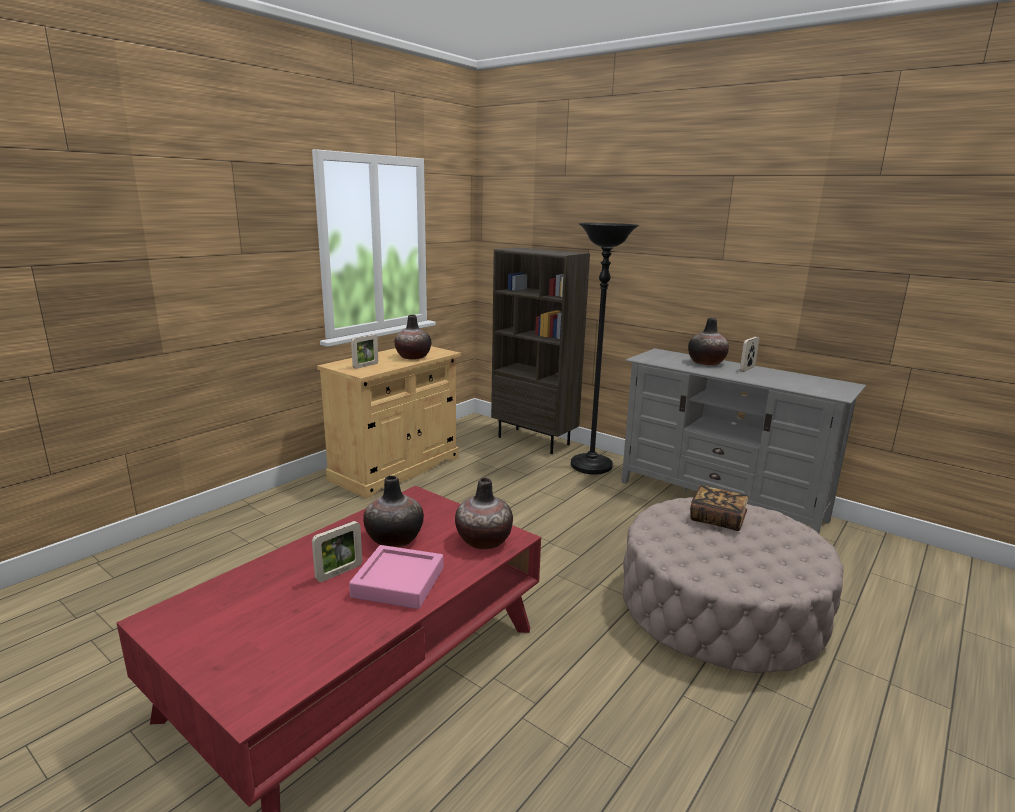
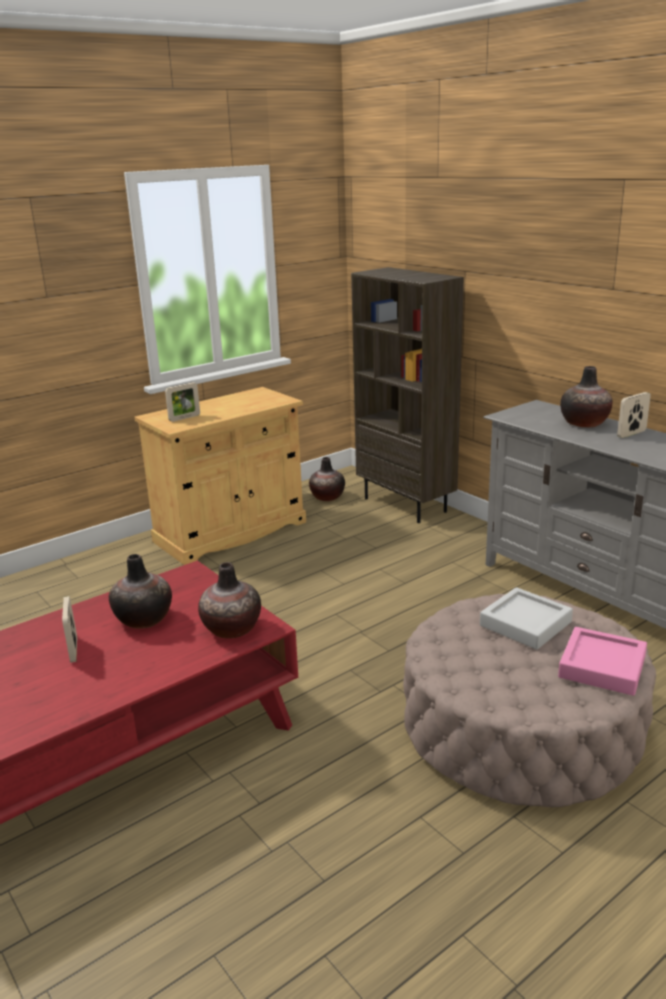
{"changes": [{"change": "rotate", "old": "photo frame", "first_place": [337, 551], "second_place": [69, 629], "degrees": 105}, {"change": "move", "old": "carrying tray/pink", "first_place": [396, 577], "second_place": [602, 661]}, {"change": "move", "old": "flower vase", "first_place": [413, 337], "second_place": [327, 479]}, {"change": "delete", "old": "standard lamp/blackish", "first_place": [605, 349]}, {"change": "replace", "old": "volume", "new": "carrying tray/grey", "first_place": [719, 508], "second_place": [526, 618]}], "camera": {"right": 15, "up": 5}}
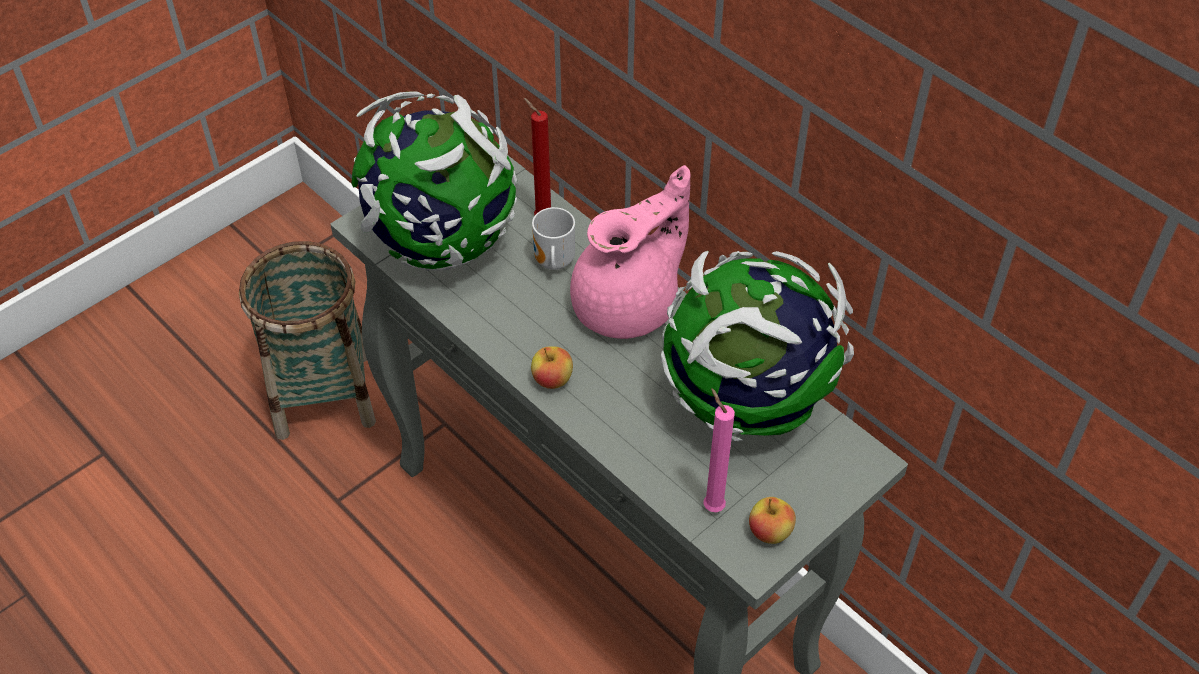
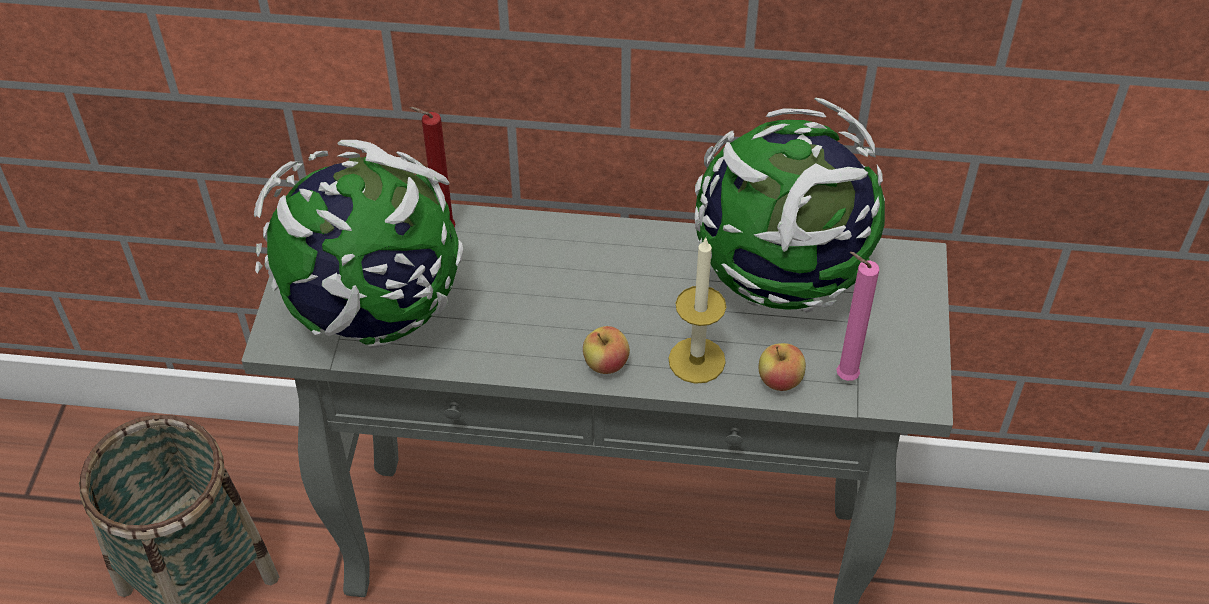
{"changes": [{"change": "delete", "old": "tea mug", "first_place": [553, 238]}, {"change": "delete", "old": "teapot/pink", "first_place": [630, 252]}, {"change": "move", "old": "whole apple", "first_place": [772, 520], "second_place": [782, 367]}, {"change": "insert", "new": "candle", "second_place": [697, 311]}], "camera": {"right": -40, "up": 0}}
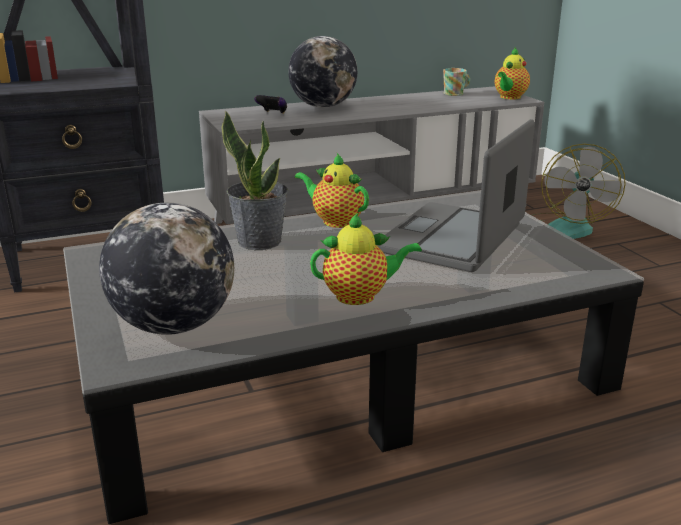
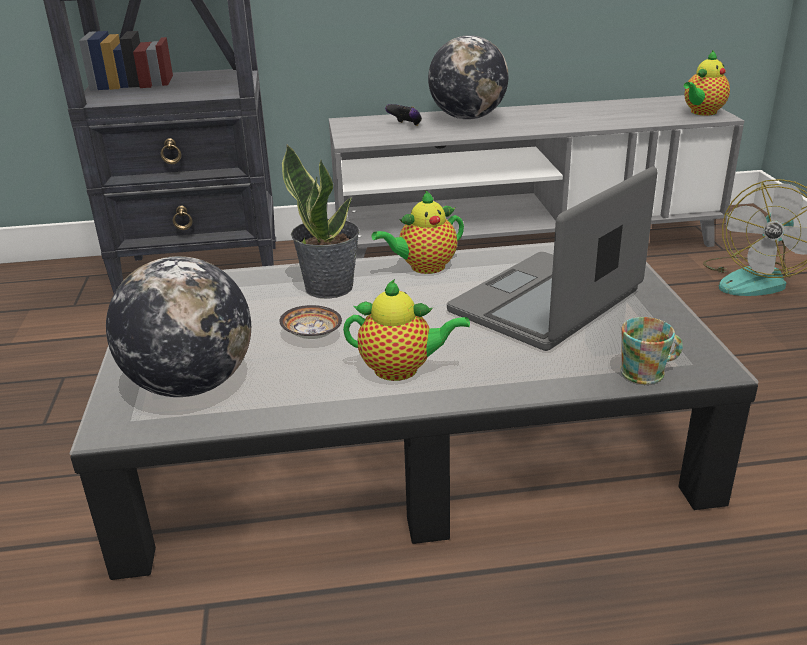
{"changes": [{"change": "rotate", "old": "teapot", "first_place": [332, 190], "second_place": [418, 232], "degrees": -75}, {"change": "move", "old": "tea mug", "first_place": [456, 82], "second_place": [651, 350]}, {"change": "insert", "new": "deep dish", "second_place": [311, 322]}], "camera": {"right": 15, "up": 5}}
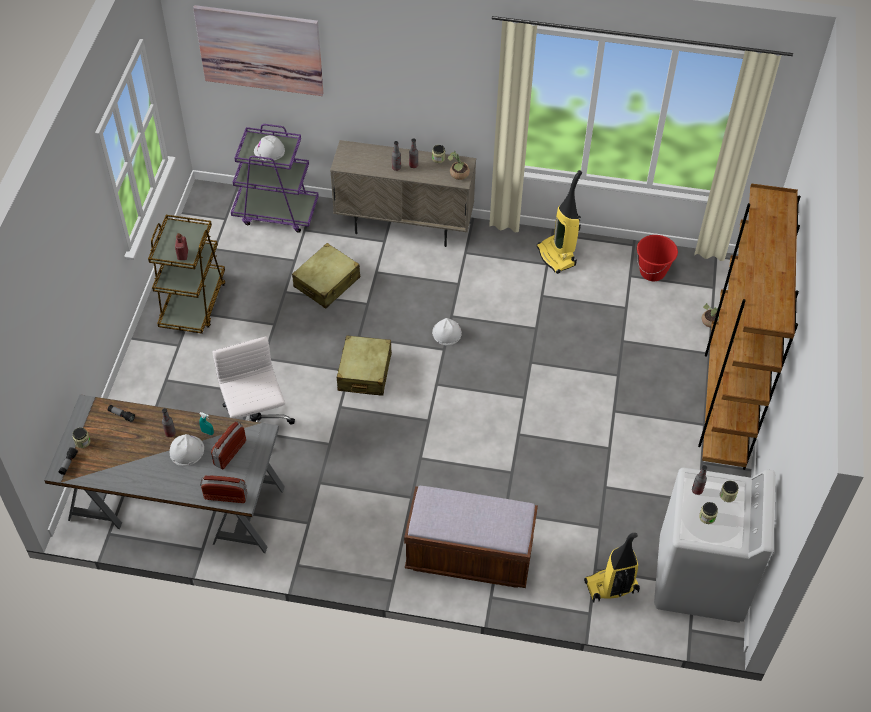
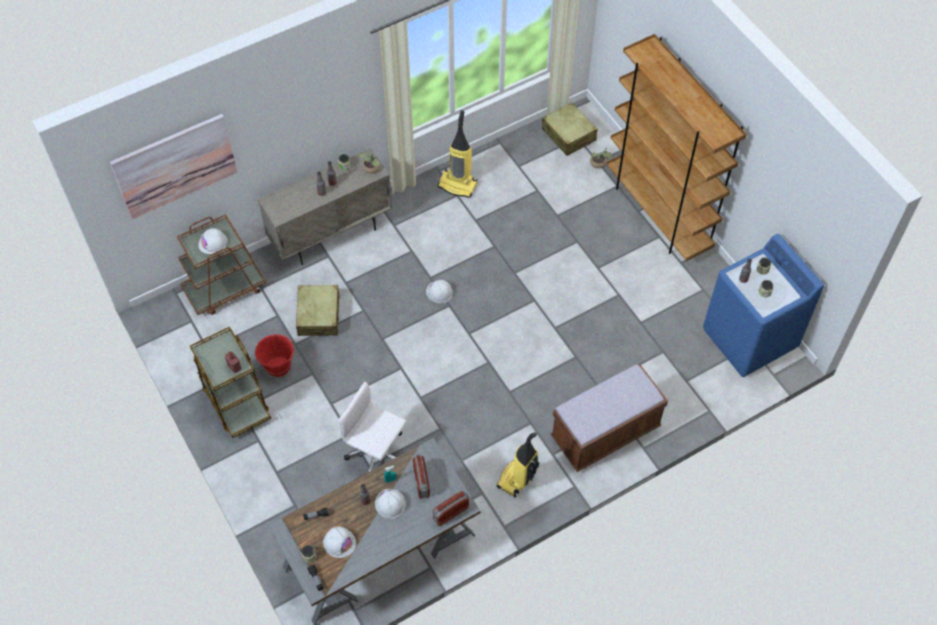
{"changes": [{"change": "recolor", "old": "wheeled cart/purplish", "new": "wheeled cart/brown-coloured", "first_place": [275, 178], "second_place": [221, 264]}, {"change": "move", "old": "piece of luggage/beige", "first_place": [364, 365], "second_place": [569, 129]}, {"change": "move", "old": "hoover", "first_place": [612, 568], "second_place": [518, 465]}, {"change": "move", "old": "bucket/red", "first_place": [657, 258], "second_place": [274, 355]}, {"change": "recolor", "old": "laundry appliance/white", "new": "laundry appliance/blue-coloured", "first_place": [715, 545], "second_place": [763, 305]}, {"change": "insert", "new": "safety helmet/white", "second_place": [339, 542]}], "camera": {"right": -40, "up": 5}}
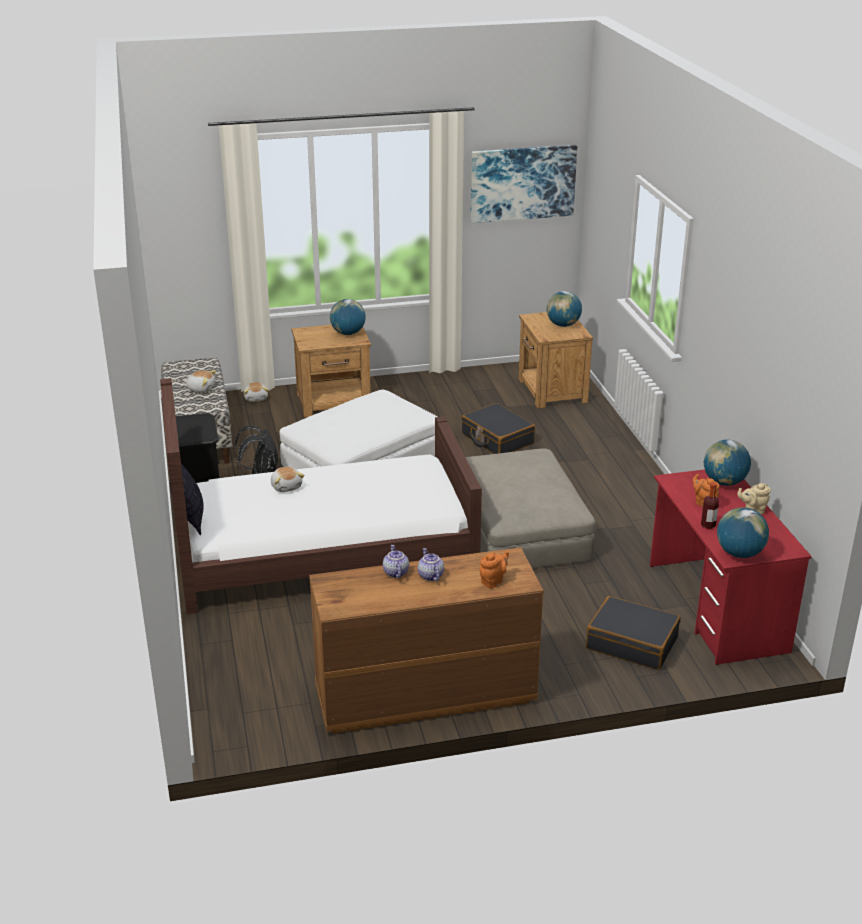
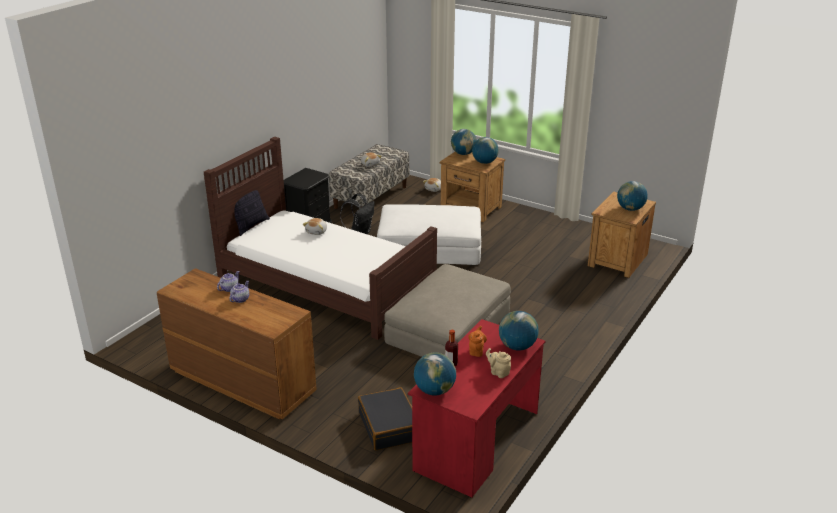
{"changes": [{"change": "delete", "old": "piece of luggage/blackish", "first_place": [498, 428]}, {"change": "delete", "old": "wall art", "first_place": [523, 184]}, {"change": "delete", "old": "teapot/orange", "first_place": [494, 569]}, {"change": "insert", "new": "world globe", "second_place": [464, 142]}], "camera": {"right": 45, "up": 0}}
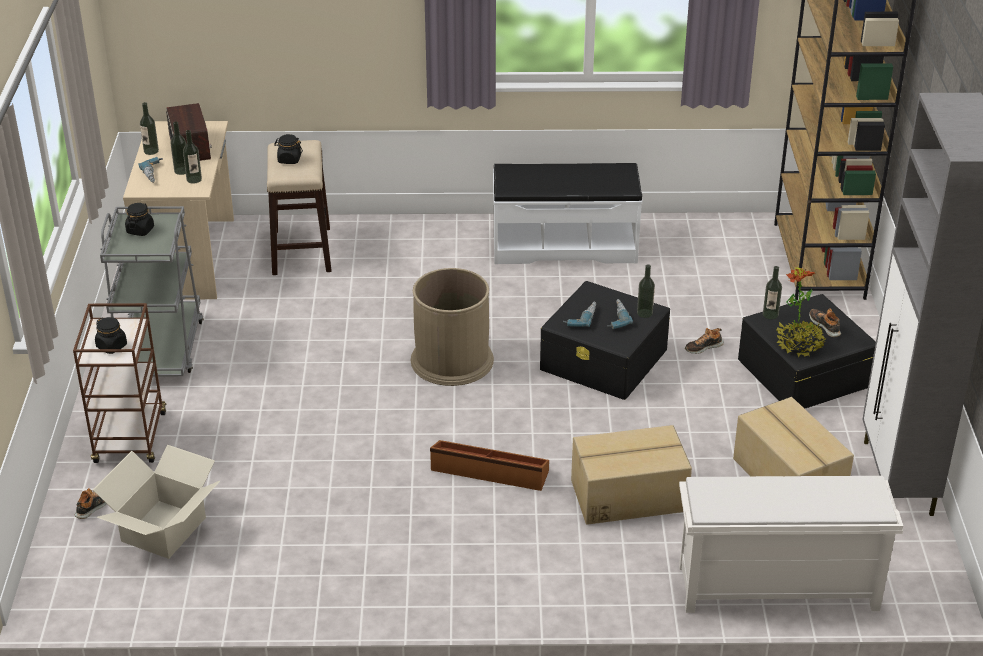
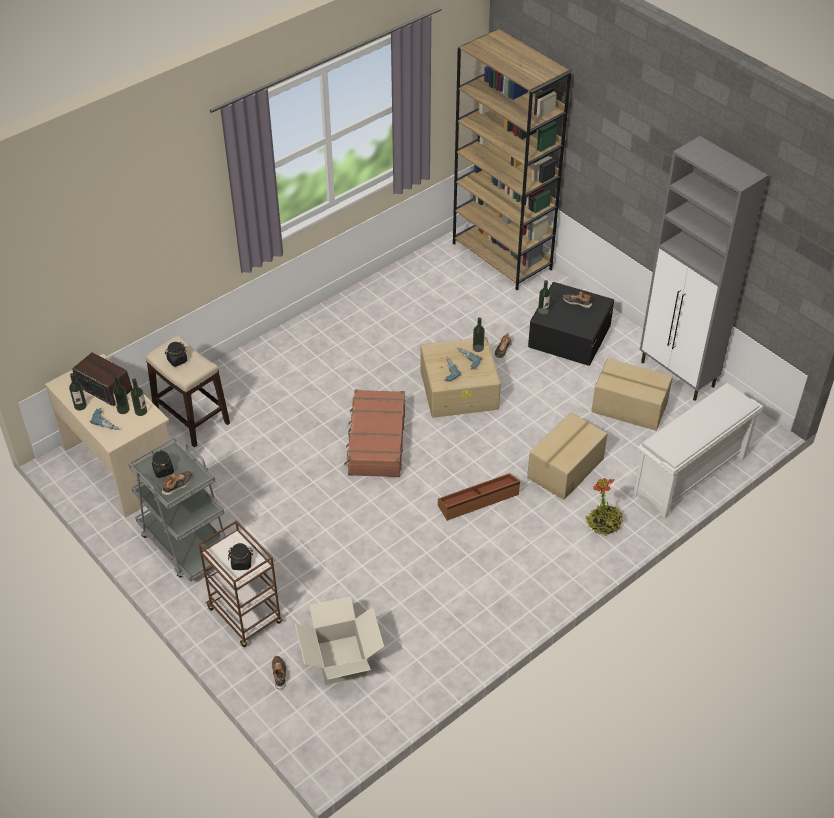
{"changes": [{"change": "replace", "old": "rubbish bin/brown-coloured", "new": "piece of luggage/brown-coloured", "first_place": [452, 327], "second_place": [374, 433]}, {"change": "delete", "old": "long seat/white", "first_place": [567, 213]}, {"change": "recolor", "old": "storage bin/blackish", "new": "storage bin/beige", "first_place": [605, 340], "second_place": [461, 377]}, {"change": "move", "old": "plant in a pot", "first_place": [801, 312], "second_place": [604, 507]}, {"change": "insert", "new": "item of footwear", "second_place": [176, 483]}], "camera": {"right": -40, "up": 10}}
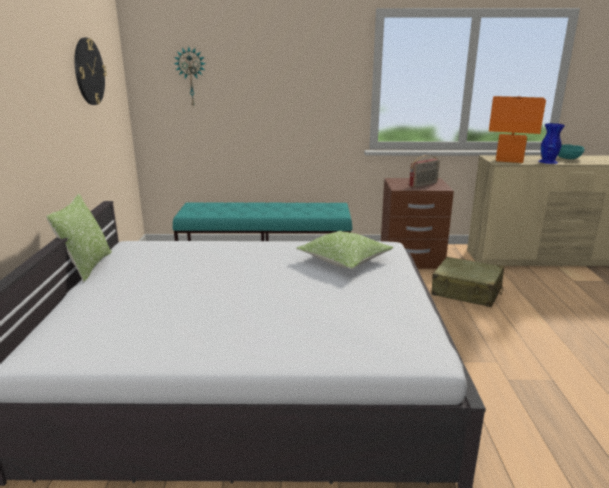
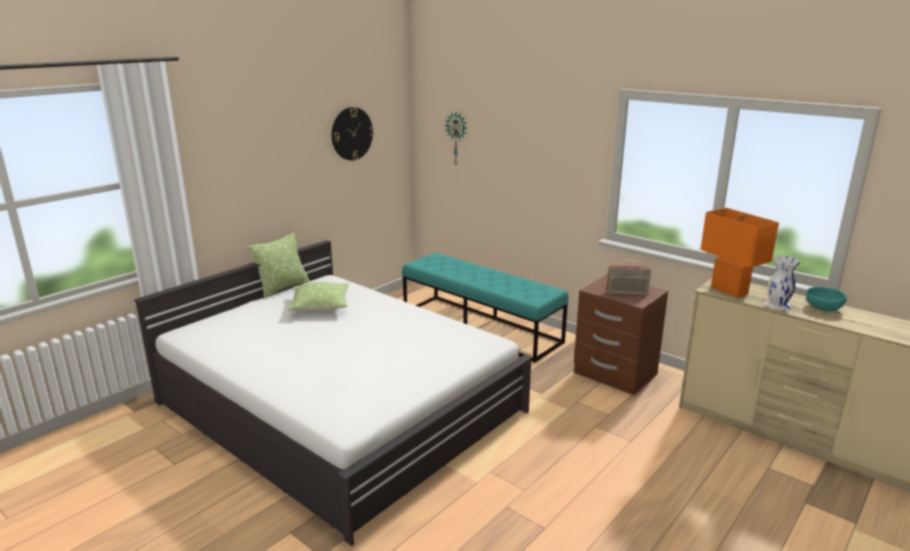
{"changes": [{"change": "move", "old": "pillow", "first_place": [345, 250], "second_place": [318, 297]}, {"change": "delete", "old": "piece of luggage/beige", "first_place": [467, 282]}, {"change": "recolor", "old": "flower vase/blue-coloured", "new": "flower vase/white", "first_place": [552, 143], "second_place": [782, 283]}], "camera": {"right": 40, "up": 0}}
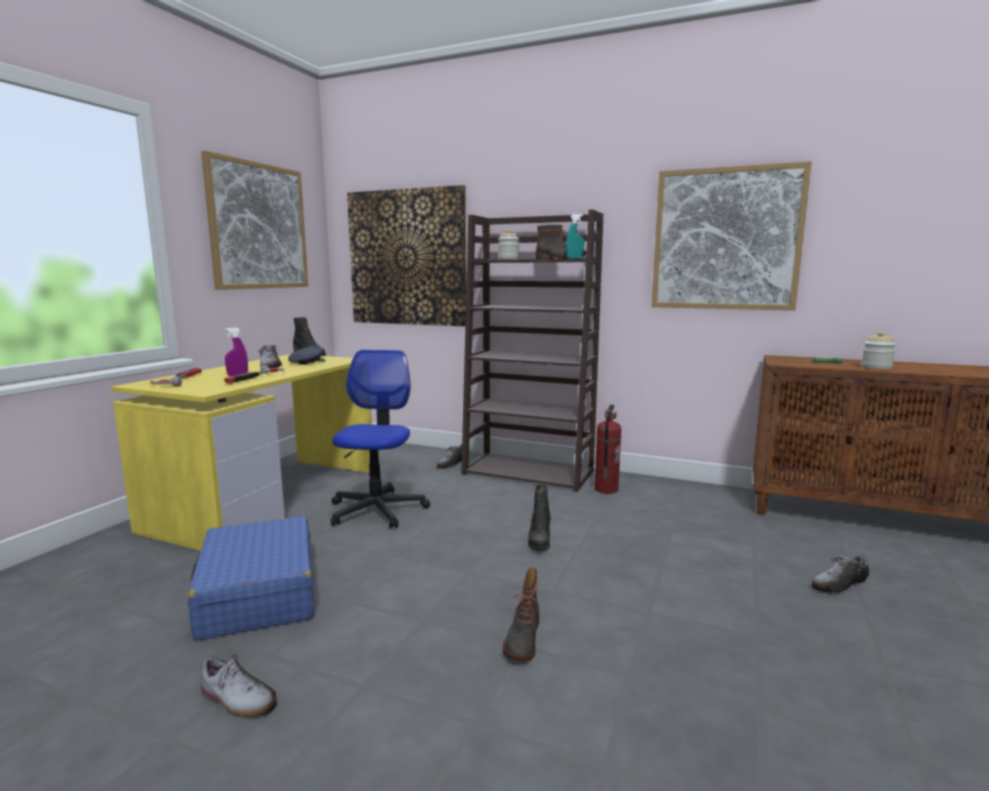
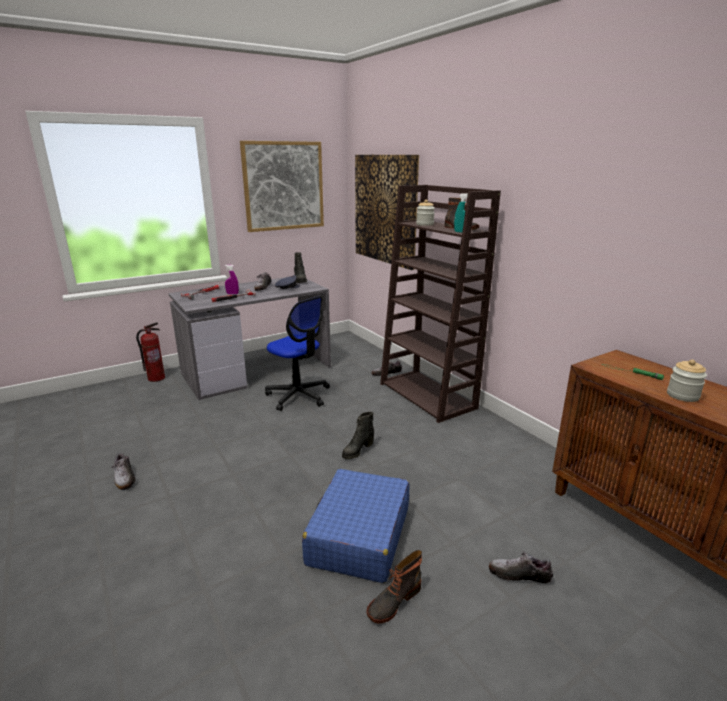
{"changes": [{"change": "recolor", "old": "desk unit/yellowish", "new": "desk unit/grey", "first_place": [241, 452], "second_place": [249, 338]}, {"change": "move", "old": "piece of luggage/blue-coloured", "first_place": [251, 578], "second_place": [355, 526]}, {"change": "rotate", "old": "office chair", "first_place": [380, 439], "second_place": [297, 353], "degrees": 90}, {"change": "move", "old": "boot", "first_place": [521, 615], "second_place": [394, 586]}, {"change": "move", "old": "extinguisher", "first_place": [608, 449], "second_place": [150, 352]}, {"change": "delete", "old": "wall art", "first_place": [732, 235]}], "camera": {"right": 35, "up": 10}}
